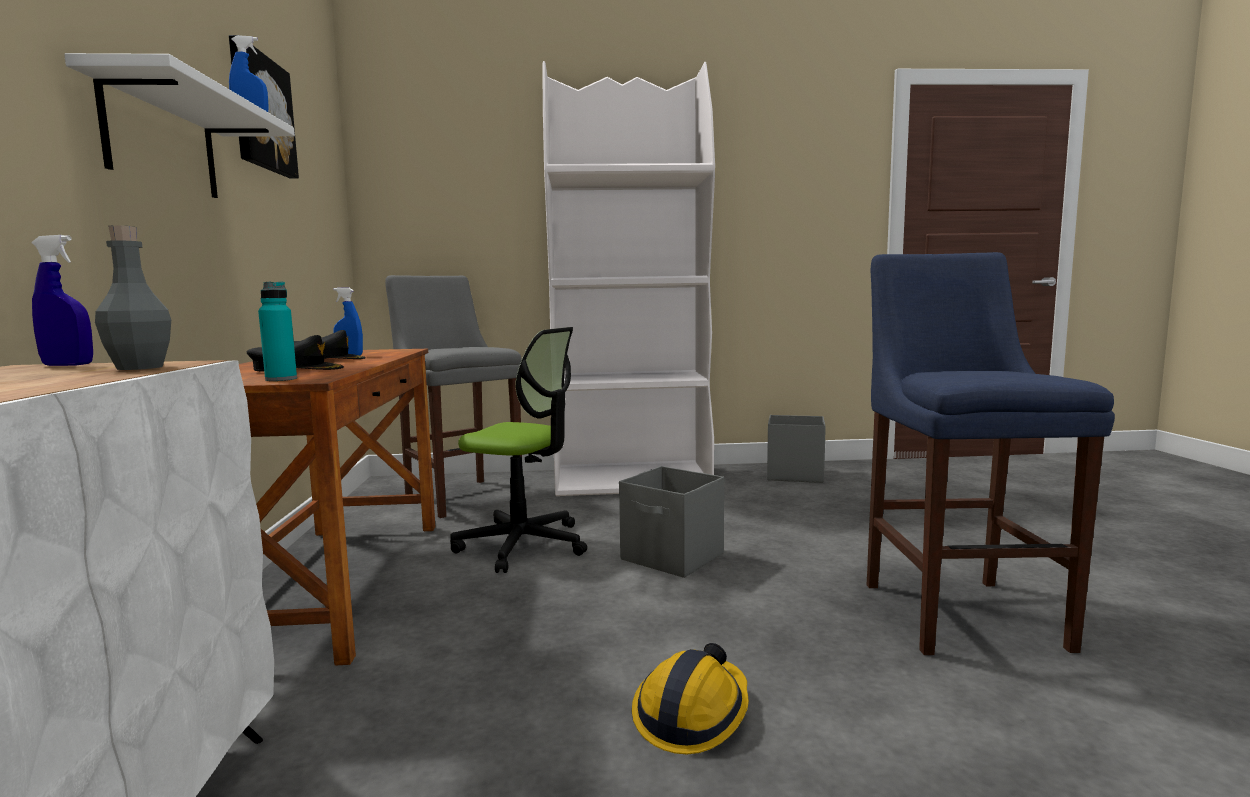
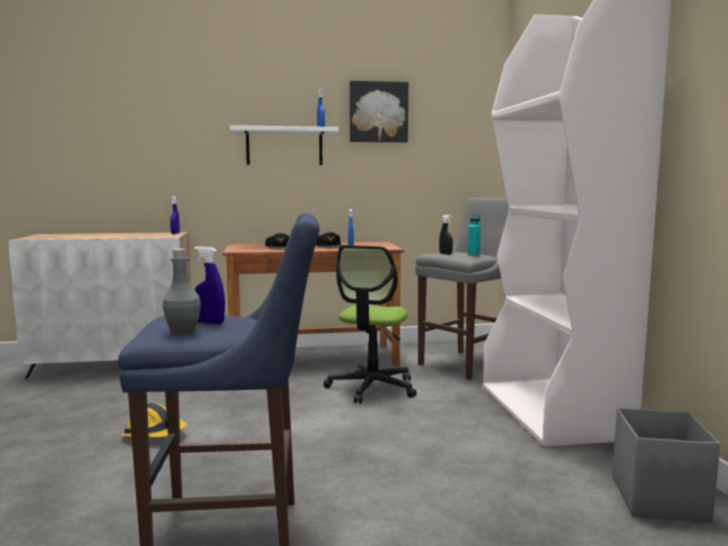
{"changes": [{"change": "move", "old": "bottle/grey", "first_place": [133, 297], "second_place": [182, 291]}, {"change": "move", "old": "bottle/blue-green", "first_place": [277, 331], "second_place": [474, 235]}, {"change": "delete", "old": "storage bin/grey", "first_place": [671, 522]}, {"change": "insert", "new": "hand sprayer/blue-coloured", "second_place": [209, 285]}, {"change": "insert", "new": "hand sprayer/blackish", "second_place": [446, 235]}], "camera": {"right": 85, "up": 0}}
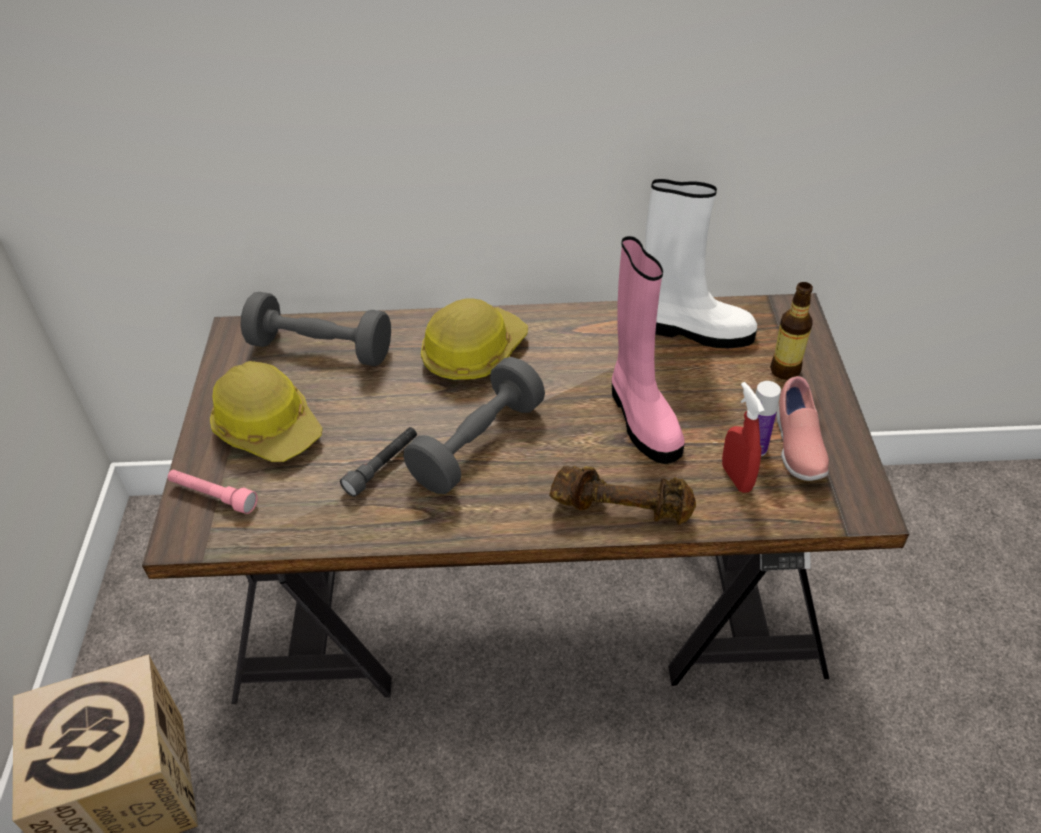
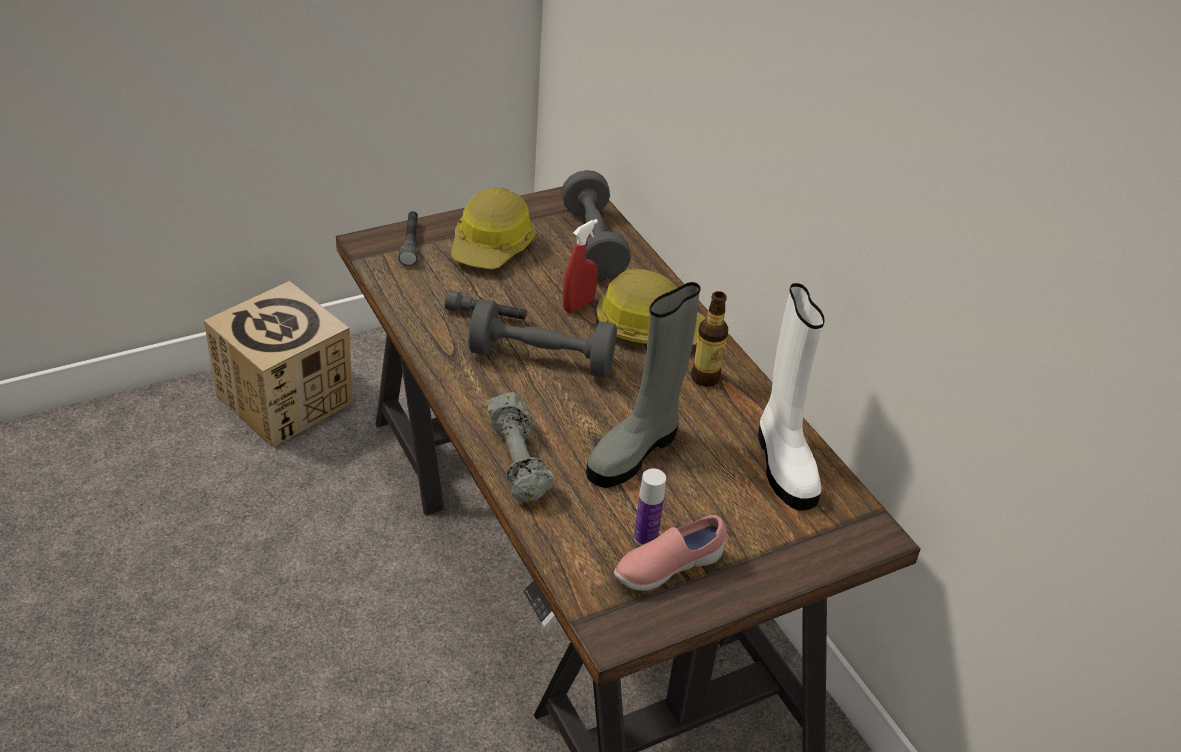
{"changes": [{"change": "recolor", "old": "flashlight/pink", "new": "flashlight/grey", "first_place": [213, 492], "second_place": [408, 238]}, {"change": "recolor", "old": "hand weight/brown-coloured", "new": "hand weight/grey", "first_place": [622, 495], "second_place": [521, 447]}, {"change": "recolor", "old": "boot/pink", "new": "boot/grey", "first_place": [648, 350], "second_place": [643, 385]}, {"change": "move", "old": "hand sprayer/red", "first_place": [743, 437], "second_place": [580, 266]}, {"change": "move", "old": "bottle", "first_place": [791, 331], "second_place": [709, 339]}], "camera": {"right": 60, "up": -5}}
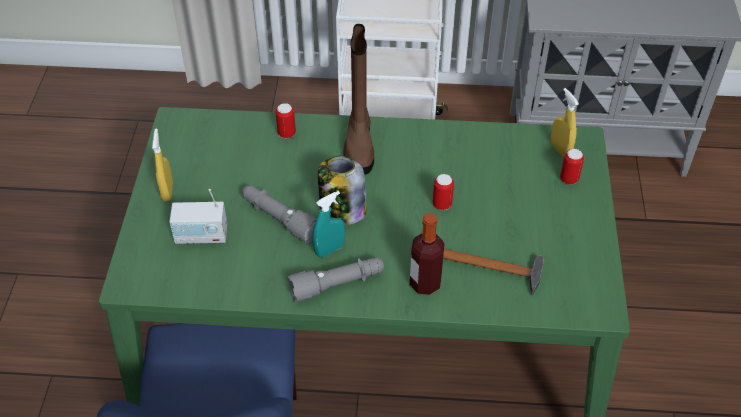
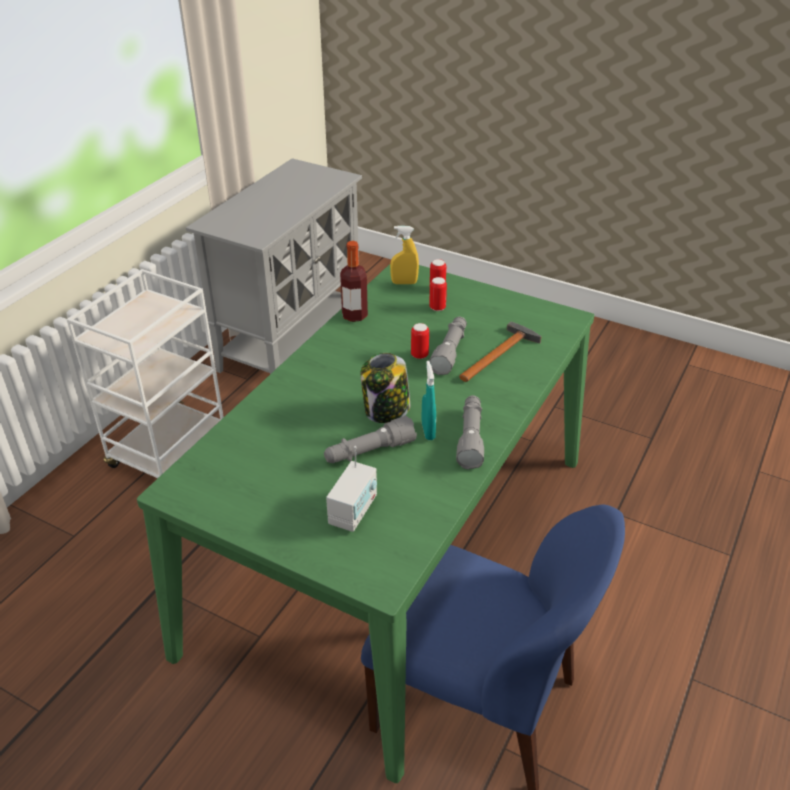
{"changes": [{"change": "delete", "old": "hand sprayer/yellowish", "first_place": [162, 165]}, {"change": "move", "old": "metal can", "first_place": [286, 120], "second_place": [438, 294]}, {"change": "delete", "old": "boot/brown-coloured", "first_place": [359, 99]}, {"change": "move", "old": "bottle", "first_place": [427, 254], "second_place": [354, 281]}, {"change": "insert", "new": "flashlight/grey", "second_place": [448, 346]}], "camera": {"right": -65, "up": -10}}
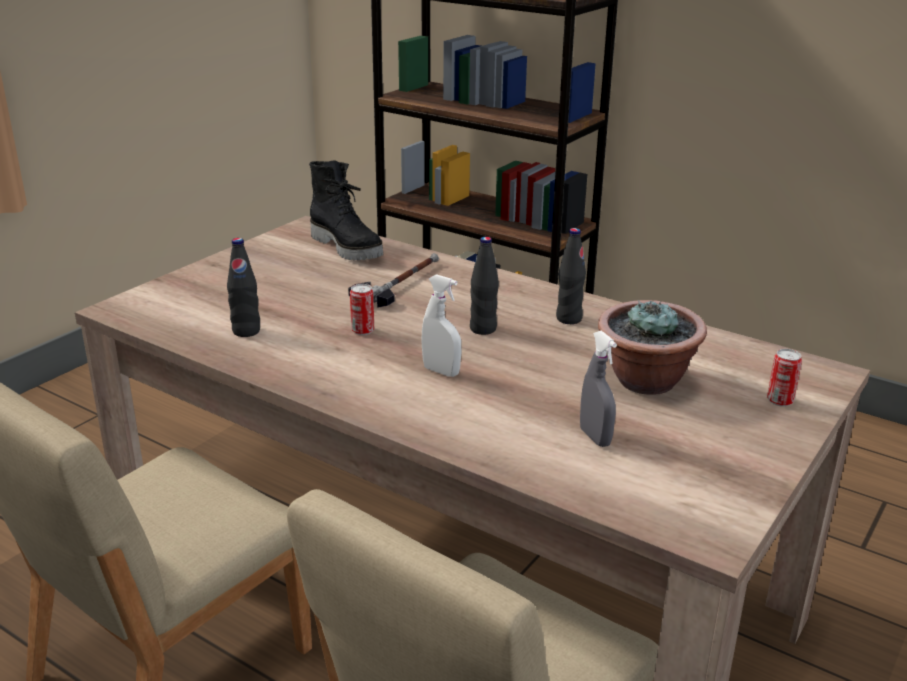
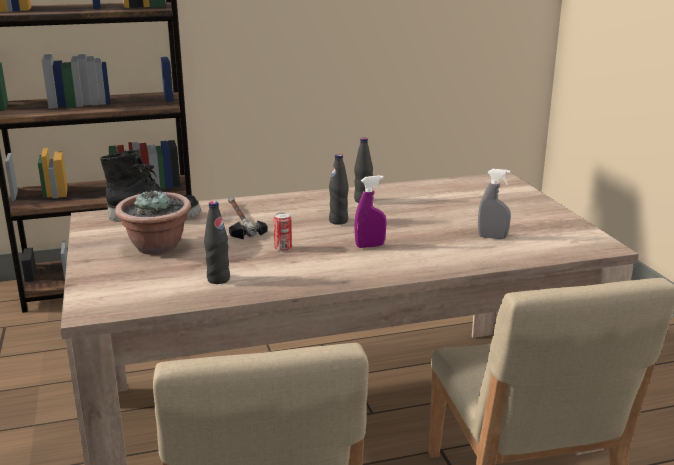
{"changes": [{"change": "recolor", "old": "hand sprayer/white", "new": "hand sprayer/purplish", "first_place": [441, 325], "second_place": [370, 211]}, {"change": "move", "old": "plant in a pot", "first_place": [652, 347], "second_place": [153, 222]}, {"change": "delete", "old": "metal can", "first_place": [784, 378]}], "camera": {"right": -50, "up": -5}}
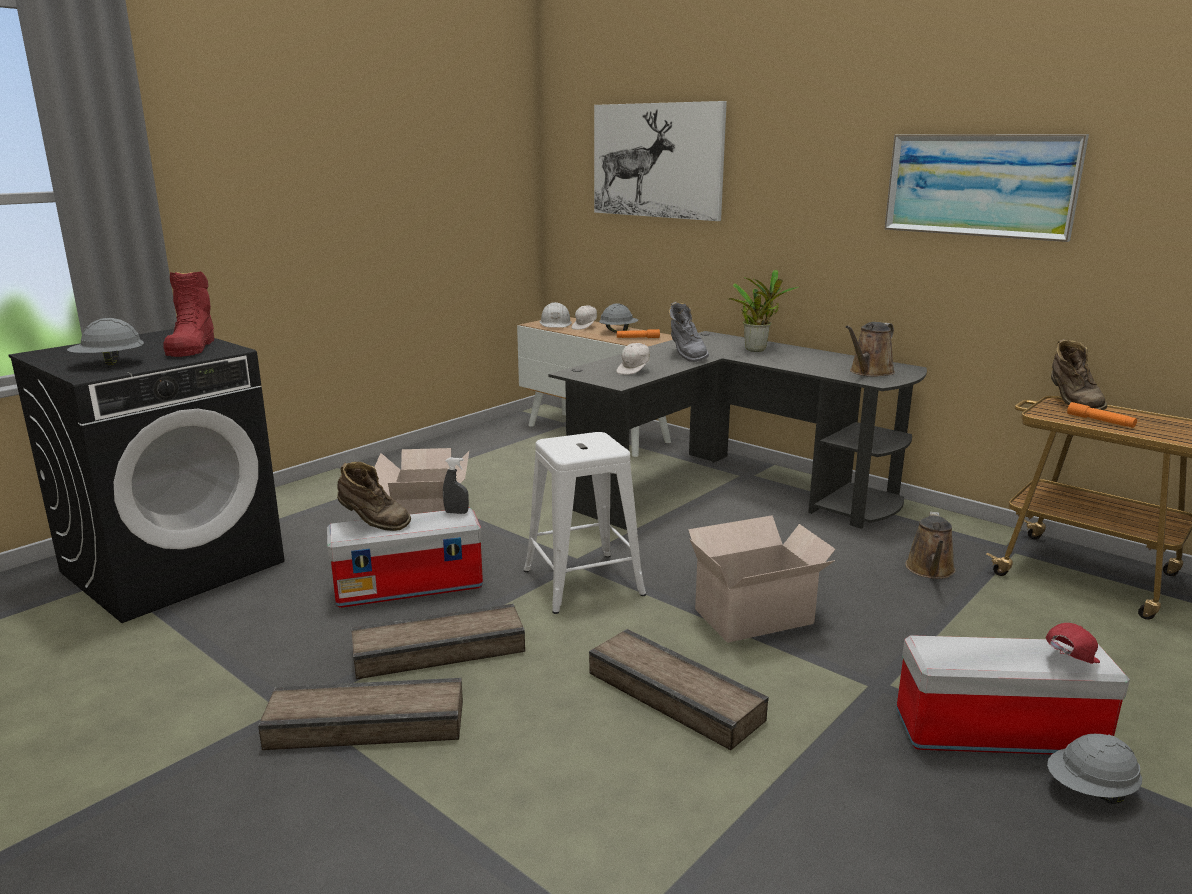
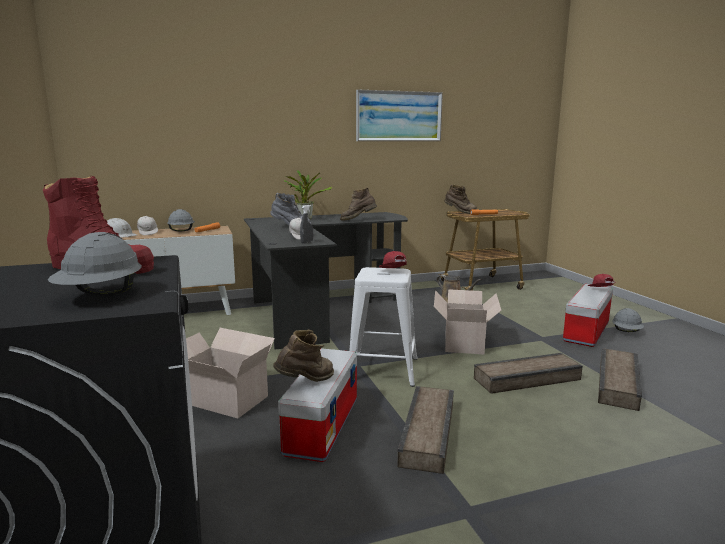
{"changes": [{"change": "move", "old": "crate", "first_place": [360, 714], "second_place": [620, 379]}, {"change": "move", "old": "hand sprayer/grey", "first_place": [456, 486], "second_place": [306, 224]}, {"change": "delete", "old": "wall art", "first_place": [660, 161]}, {"change": "delete", "old": "sprinkling can/brown-coloured", "first_place": [870, 349]}, {"change": "insert", "new": "boot/brown-coloured", "second_place": [358, 204]}, {"change": "insert", "new": "baseball cap/red", "second_place": [393, 259]}], "camera": {"right": -60, "up": -5}}
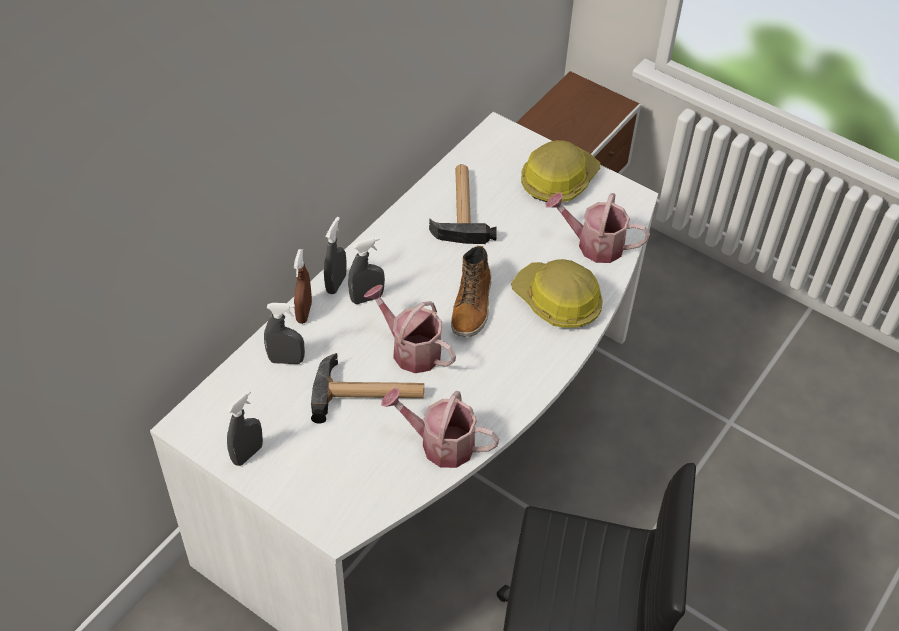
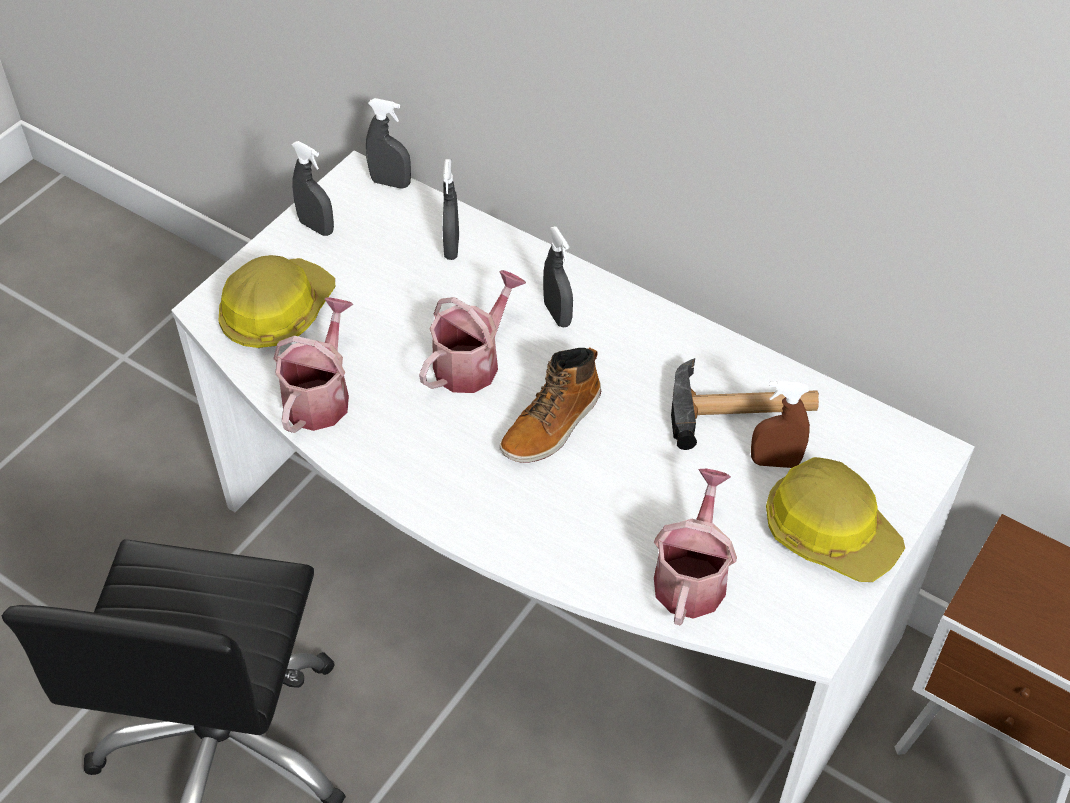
{"changes": [{"change": "move", "old": "hand sprayer/brown-coloured", "first_place": [303, 286], "second_place": [780, 424]}, {"change": "delete", "old": "hammer", "first_place": [367, 388]}, {"change": "move", "old": "hand sprayer/grey", "first_place": [335, 255], "second_place": [388, 143]}, {"change": "rotate", "old": "boot", "first_place": [471, 291], "second_place": [550, 405], "degrees": -60}, {"change": "move", "old": "safety helmet", "first_place": [557, 293], "second_place": [277, 301]}], "camera": {"right": 90, "up": 0}}
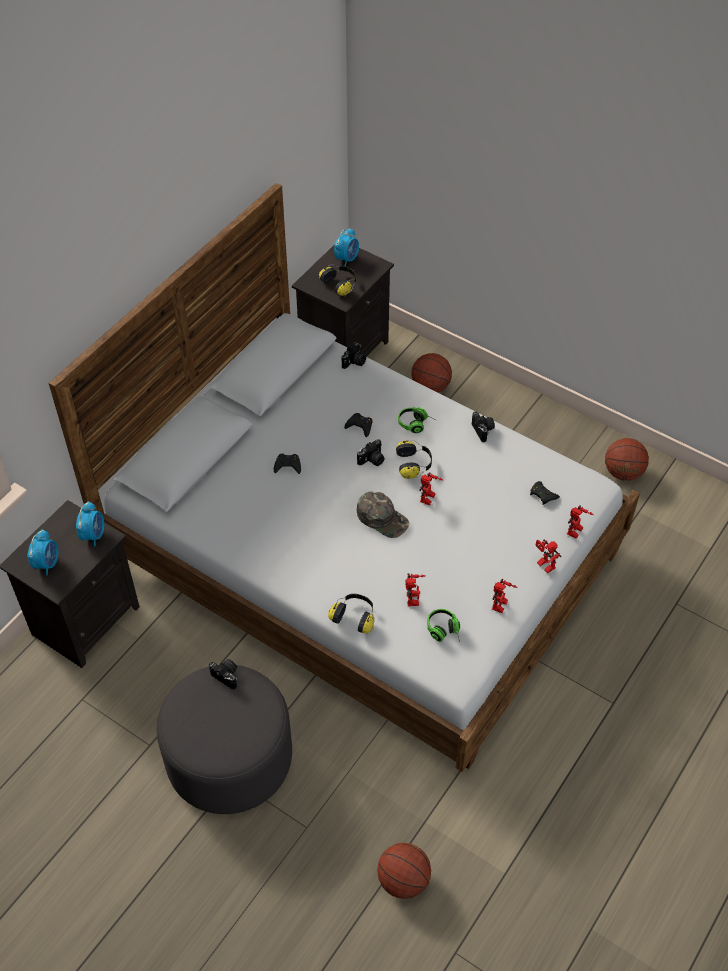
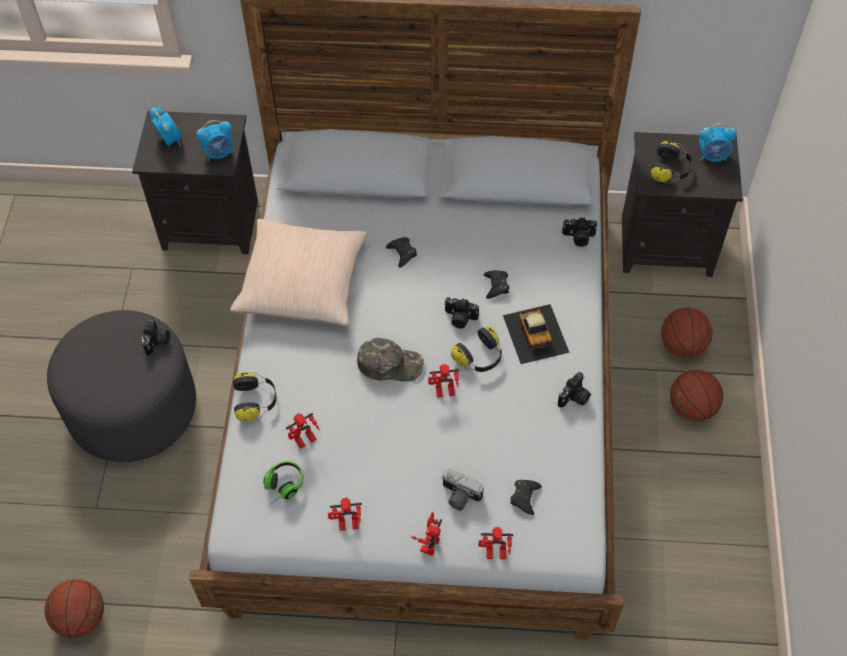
{"changes": [{"change": "rotate", "old": "table clock", "first_place": [42, 552], "second_place": [166, 127], "degrees": -105}, {"change": "rotate", "old": "baseball cap/greenish", "first_place": [383, 515], "second_place": [390, 360], "degrees": -90}, {"change": "replace", "old": "pair of headphones", "new": "toy car", "first_place": [416, 420], "second_place": [536, 334]}, {"change": "move", "old": "ball for basketball", "first_place": [627, 459], "second_place": [696, 396]}, {"change": "insert", "new": "pillow/beige", "second_place": [299, 272]}, {"change": "insert", "new": "still camera", "second_place": [462, 489]}], "camera": {"right": 60, "up": 5}}
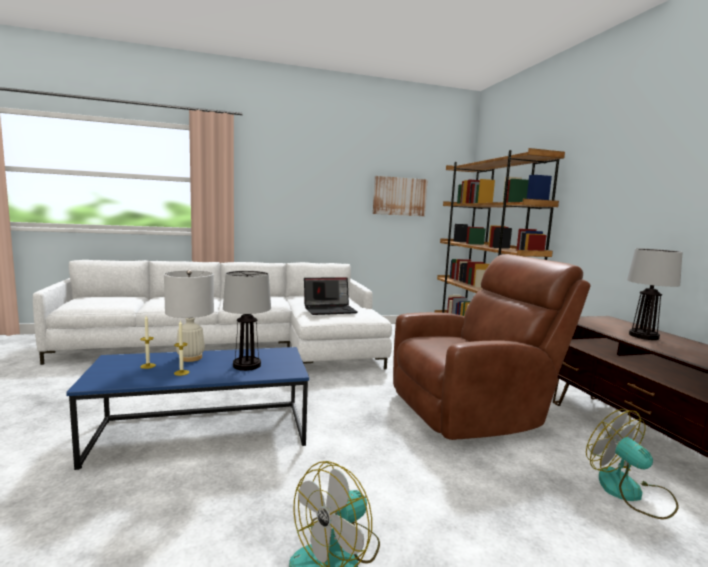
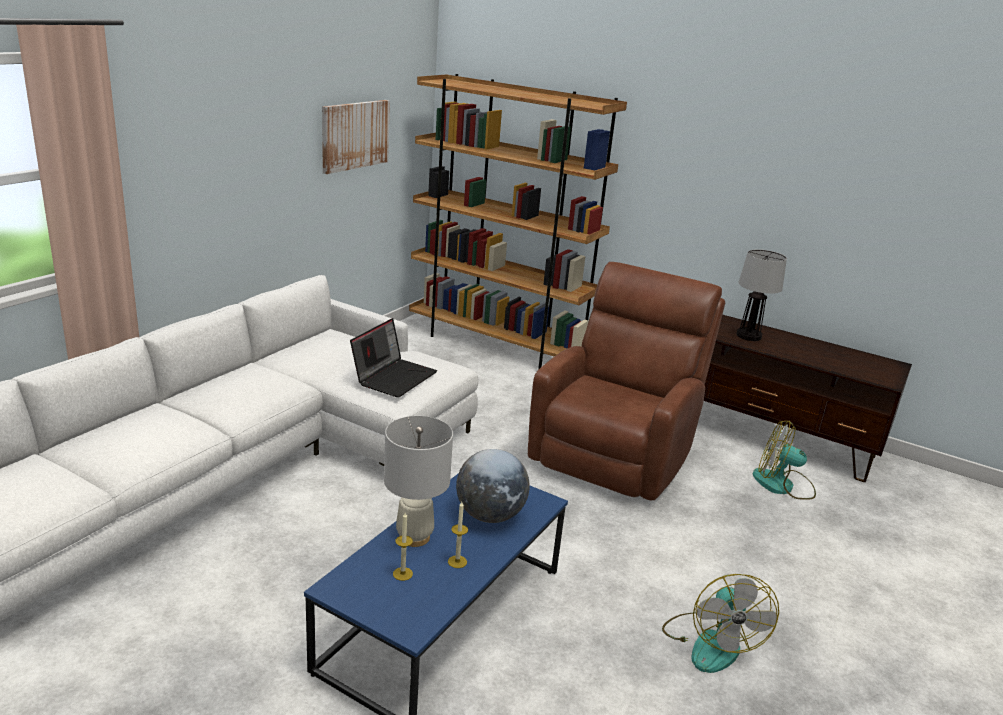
{"changes": [{"change": "replace", "old": "table lamp", "new": "world globe", "first_place": [247, 321], "second_place": [493, 486]}], "camera": {"right": -45, "up": 15}}
